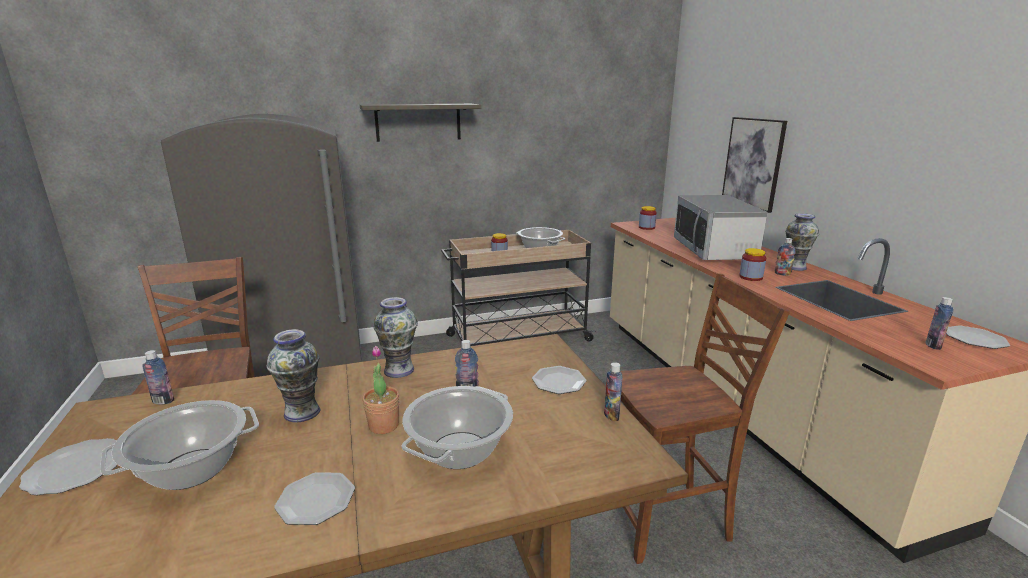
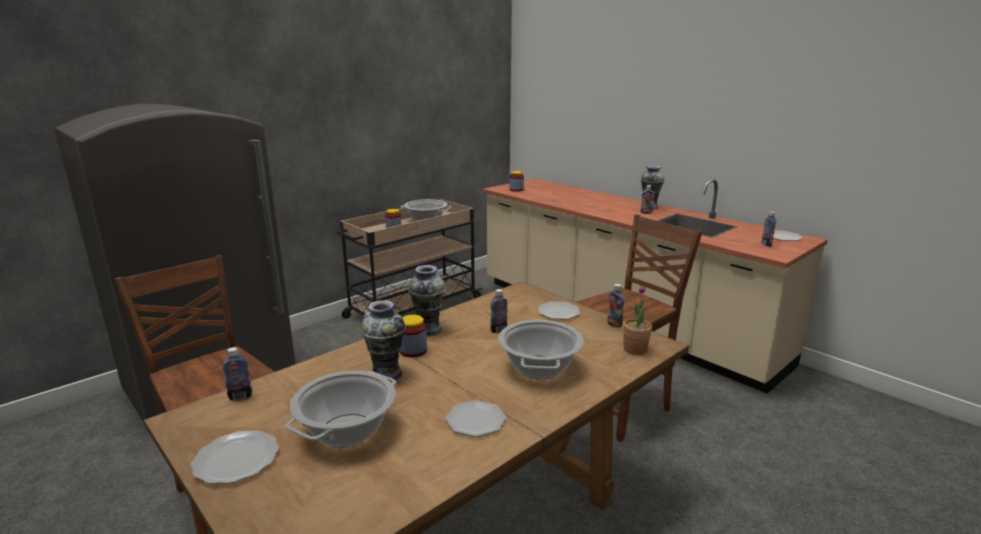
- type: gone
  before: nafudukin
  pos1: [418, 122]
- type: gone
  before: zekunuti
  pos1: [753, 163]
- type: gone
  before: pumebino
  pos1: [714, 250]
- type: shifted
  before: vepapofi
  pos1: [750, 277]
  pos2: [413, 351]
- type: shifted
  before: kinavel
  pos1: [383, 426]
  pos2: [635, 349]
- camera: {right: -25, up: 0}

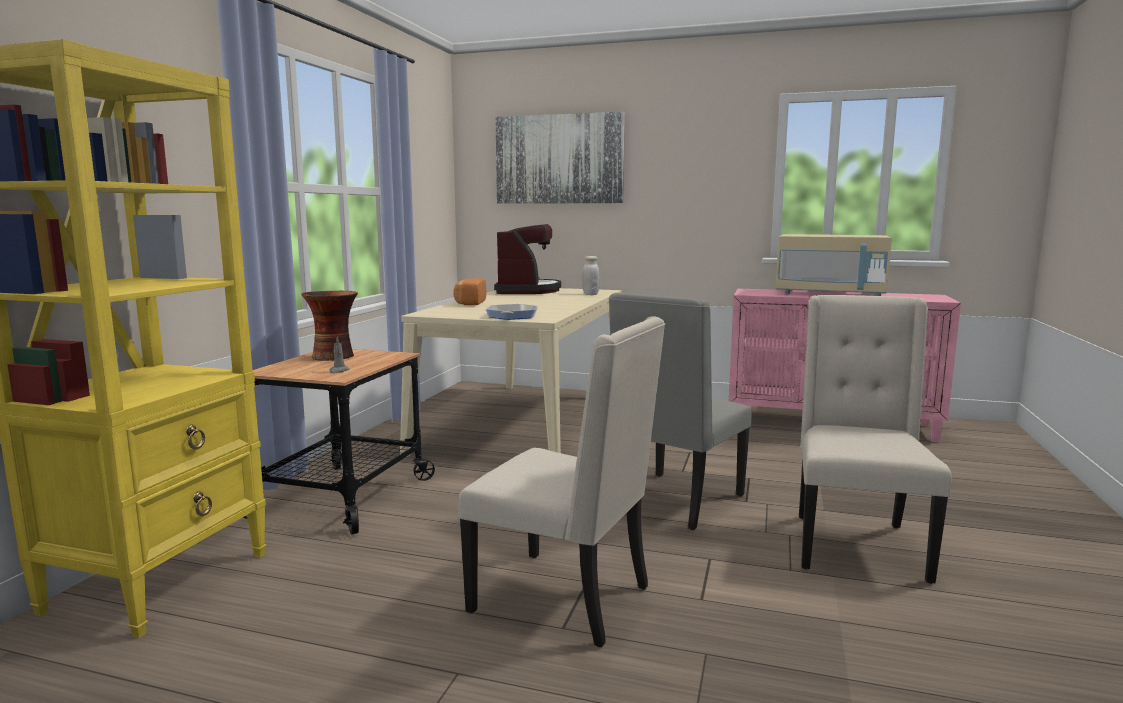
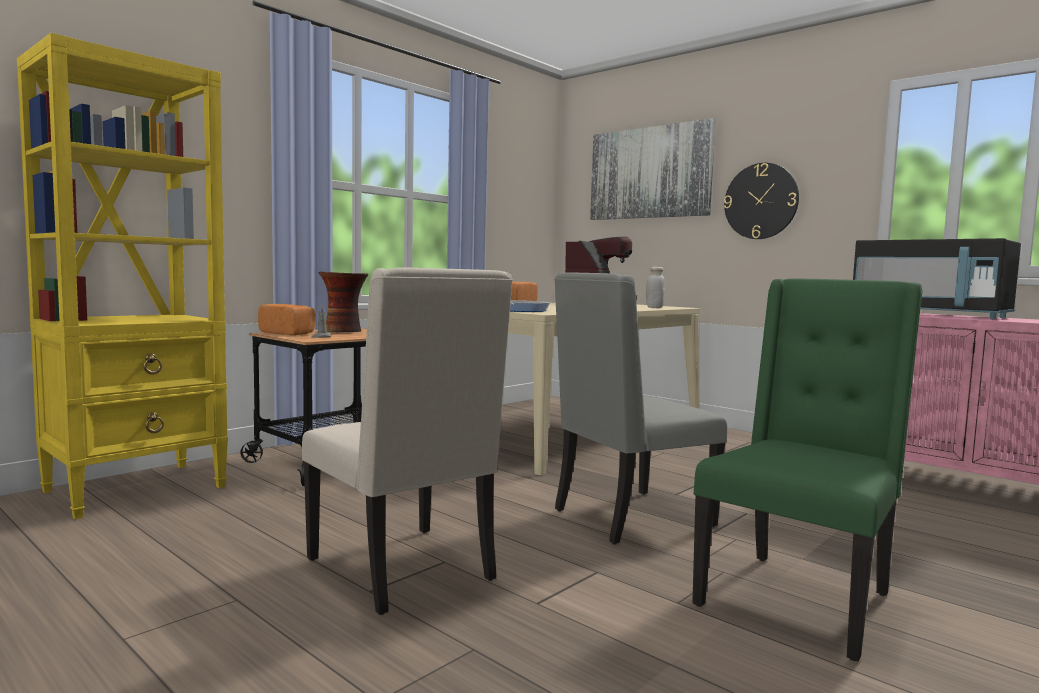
- type: repainted
  before: beige pumebino
  after: black pumebino
  pos1: [830, 294]
  pos2: [929, 315]
- type: repainted
  before: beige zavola
  after: green zavola
  pos1: [855, 545]
  pos2: [797, 599]
- type: new
  after: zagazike
  pos2: [761, 201]
- type: new
  after: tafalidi
  pos2: [289, 333]
- camera: {right: 25, up: -5}

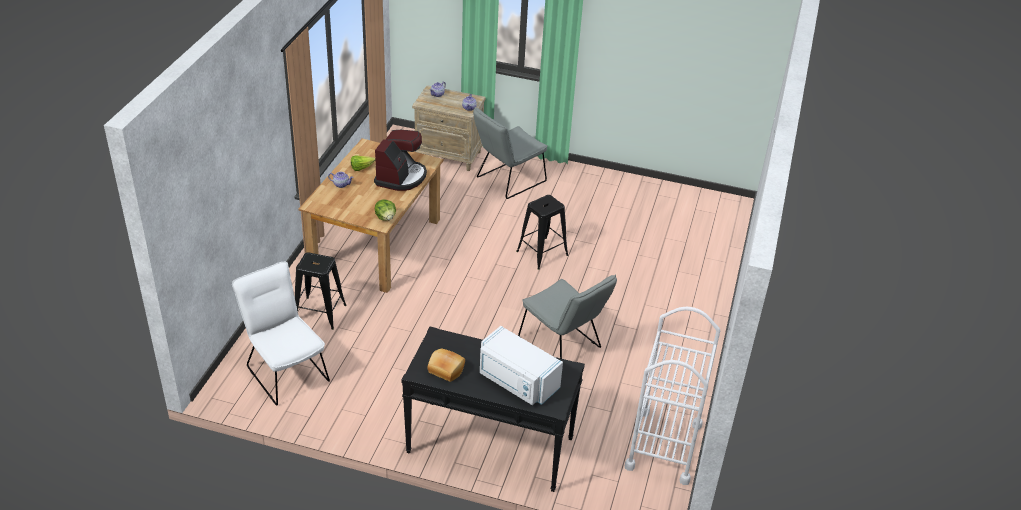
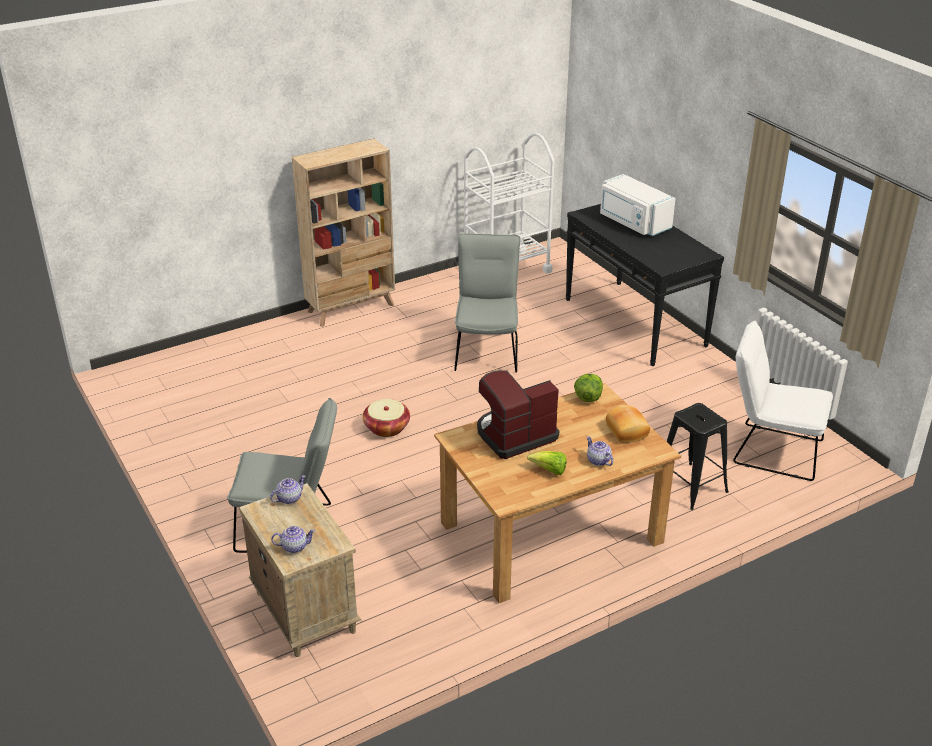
- type: swapped
  before: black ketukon
  after: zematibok
  pos1: [541, 253]
  pos2: [386, 427]
- type: rotated
  before: white zavola
  pos1: [285, 370]
  pos2: [770, 450]
  turn: 105
- type: rotated
  before: white pumebino
  pos1: [517, 381]
  pos2: [633, 222]
  turn: 150
- type: shifted
  before: tafalidi
  pos1: [445, 370]
  pos2: [628, 431]
- type: new
  after: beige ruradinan
  pos2: [351, 308]
- camera: {right: -135, up: -5}

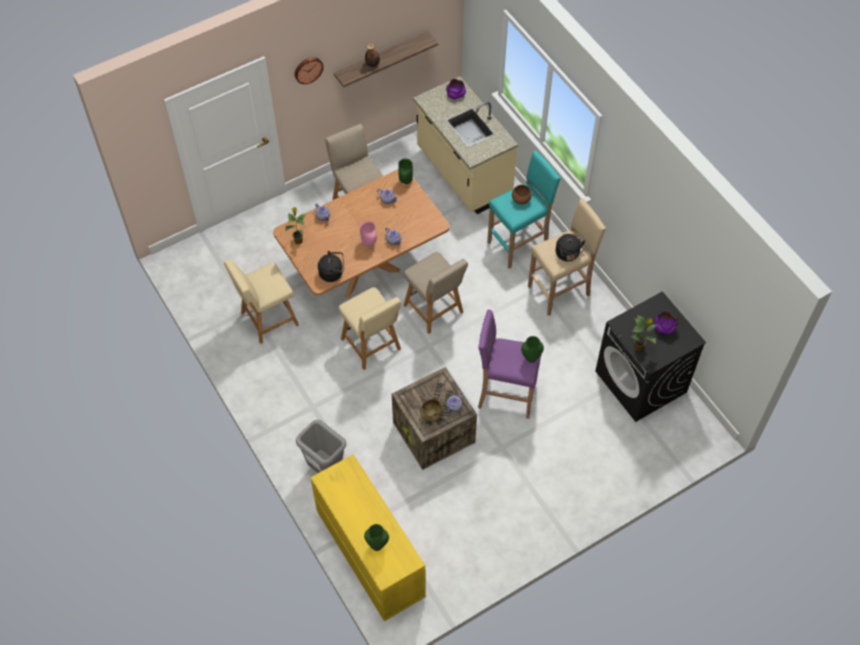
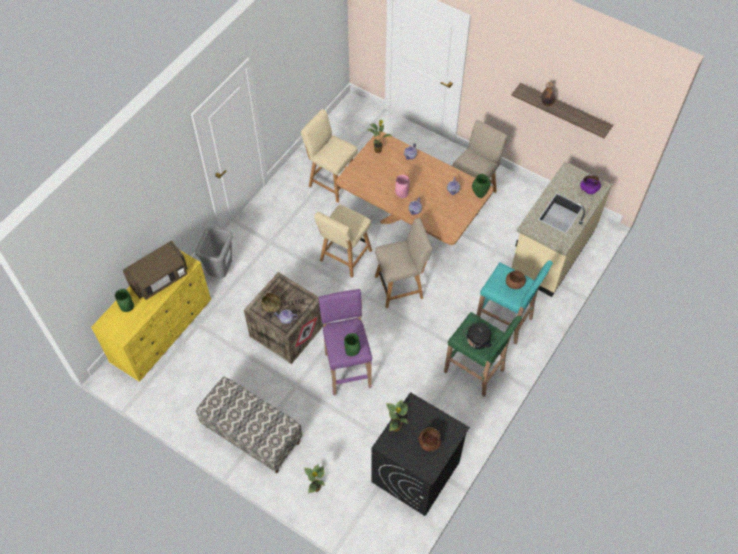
- type: gone
  before: zagazike
  pos1: [308, 69]
- type: repainted
  before: beige ketukon
  after: green ketukon
  pos1: [560, 290]
  pos2: [475, 371]
- type: gone
  before: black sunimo
  pos1: [332, 273]
- type: rotated
  before: beige zavola
  pos1: [435, 310]
  pos2: [401, 286]
  turn: -135
- type: repainted
  before: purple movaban
  after: brown movaban
  pos1: [664, 327]
  pos2: [429, 442]
- type: new
  after: brown pumebino
  pos2: [160, 279]
- type: new
  after: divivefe
  pos2: [252, 434]
- type: new
  after: kinavel
  pos2: [316, 488]
- camera: {right: 65, up: 0}

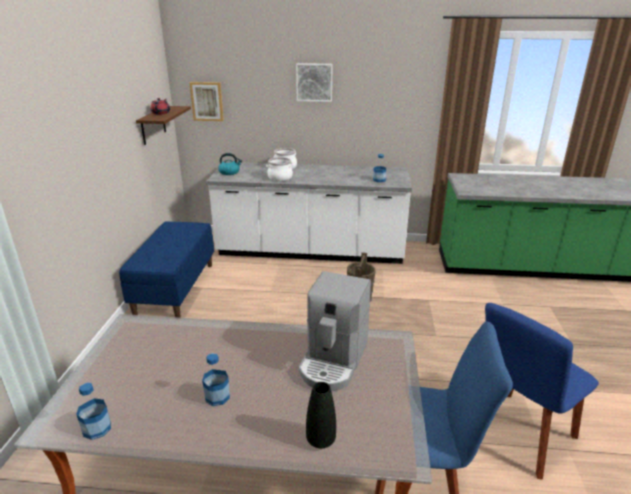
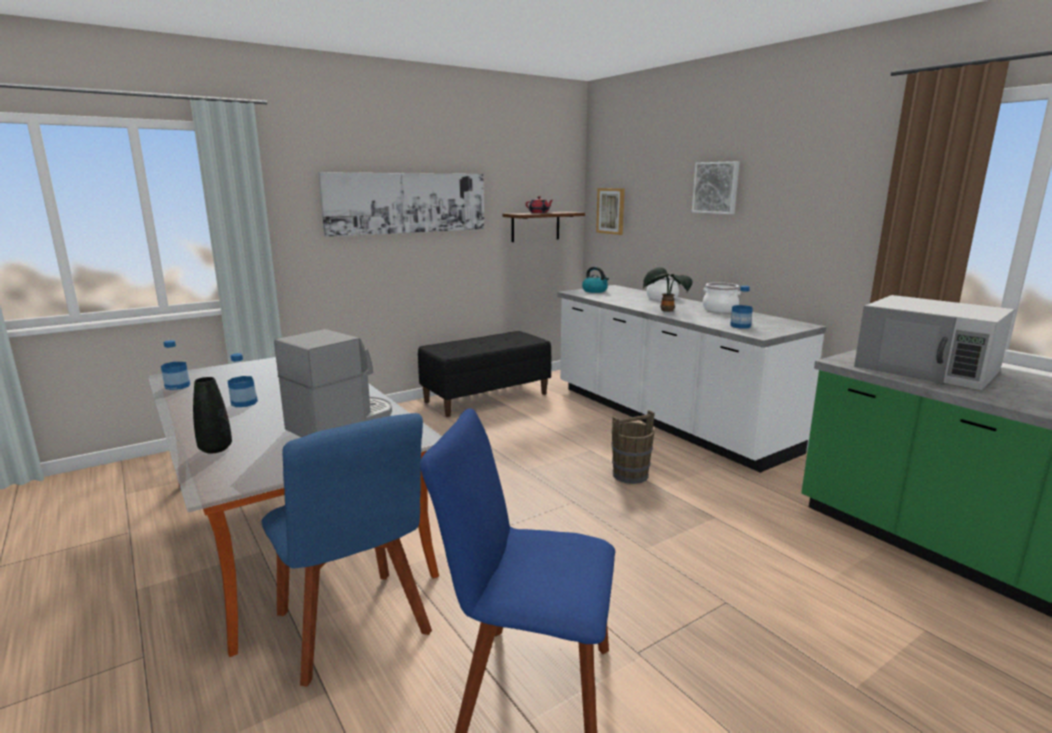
- type: shifted
  before: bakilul
  pos1: [280, 177]
  pos2: [720, 309]
- type: repainted
  before: blue divivefe
  after: black divivefe
  pos1: [175, 288]
  pos2: [486, 397]
- type: rotated
  before: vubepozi
  pos1: [333, 361]
  pos2: [343, 423]
  turn: 150
- type: new
  after: zekunuti
  pos2: [407, 203]
- type: new
  after: kinavel
  pos2: [665, 311]
- type: new
  after: white pumebino
  pos2: [927, 369]
- camera: {right: 50, up: -10}

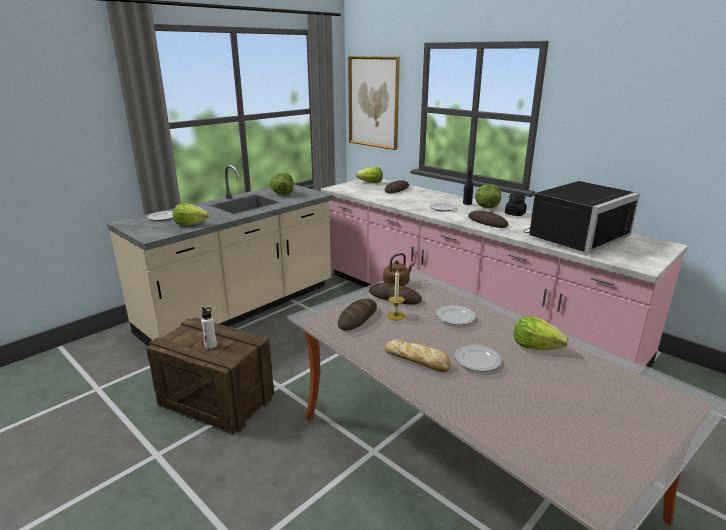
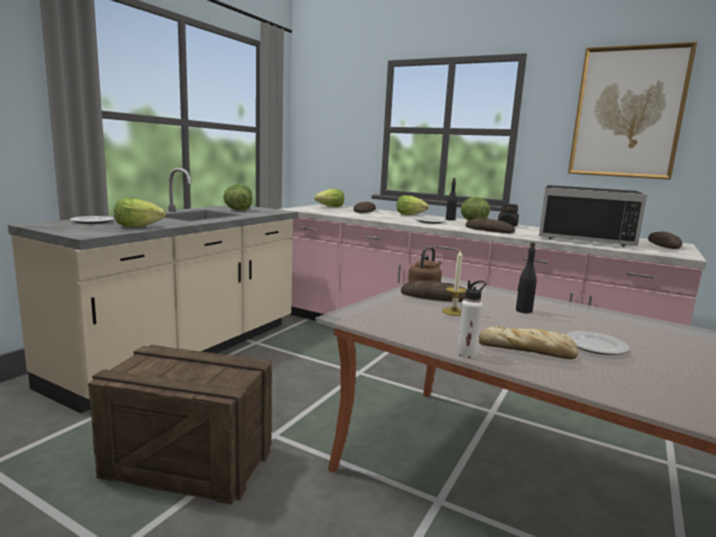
- type: shifted
  before: zekunuti
  pos1: [373, 102]
  pos2: [627, 113]
- type: rotated
  before: black pumebino
  pos1: [573, 236]
  pos2: [585, 238]
  turn: 75
- type: shifted
  before: tafalidi
  pos1: [357, 317]
  pos2: [663, 244]
- type: swapped
  before: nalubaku
  after: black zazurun
  pos1: [455, 317]
  pos2: [523, 311]
- type: shifted
  before: white zazurun
  pos1: [211, 345]
  pos2: [467, 354]
- type: shifted
  before: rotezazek
  pos1: [535, 347]
  pos2: [409, 215]
- camera: {right: -15, up: -10}

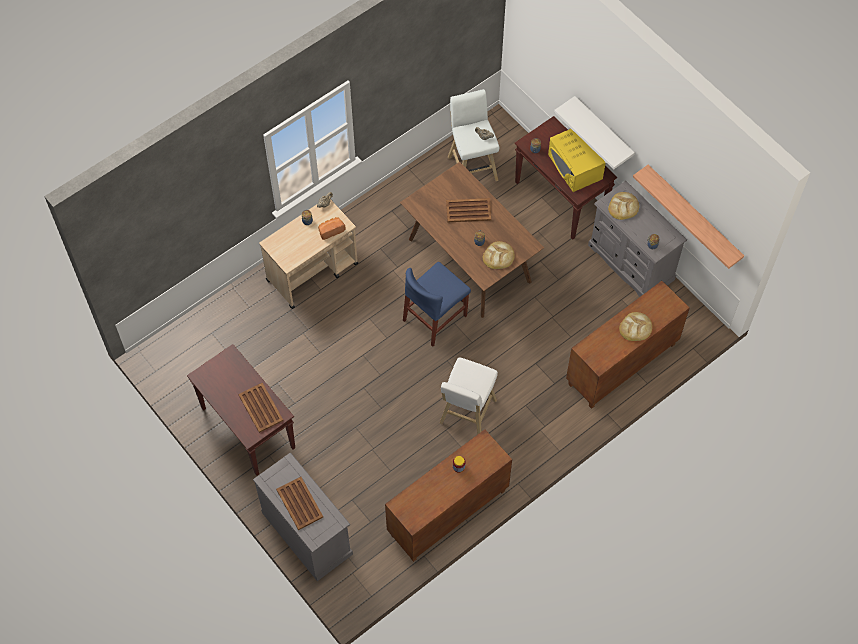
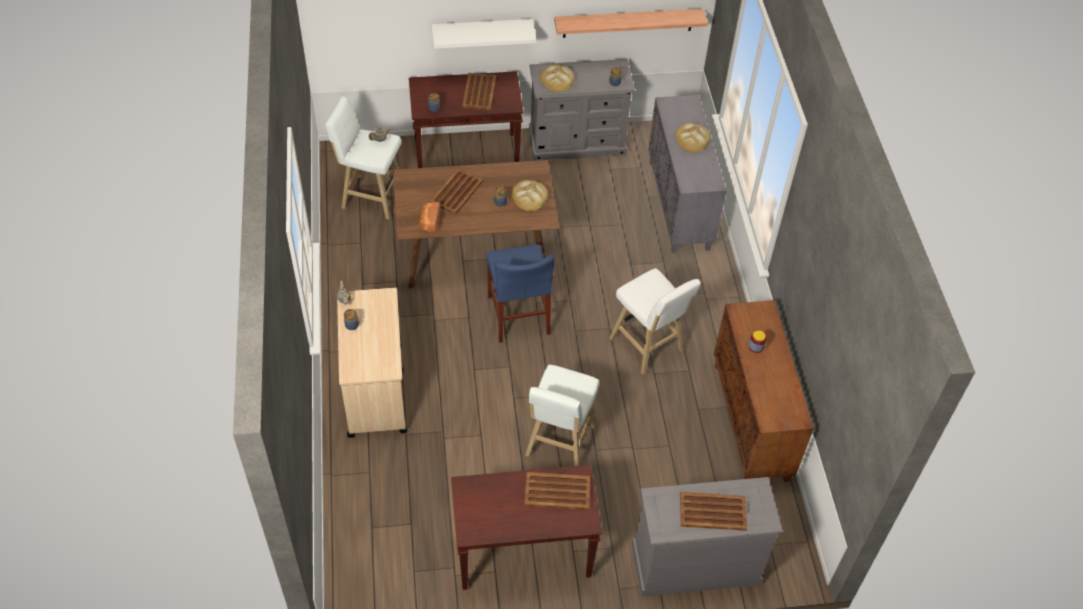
- type: swapped
  before: yellow pumebino
  after: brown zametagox
  pos1: [575, 166]
  pos2: [479, 92]
- type: shifted
  before: tafalidi
  pos1: [331, 230]
  pos2: [429, 222]
- type: repainted
  before: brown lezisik
  after: grey lezisik
  pos1: [621, 365]
  pos2: [679, 205]
- type: new
  after: white ketukon
  pos2: [559, 443]
- camera: {right: -60, up: -10}

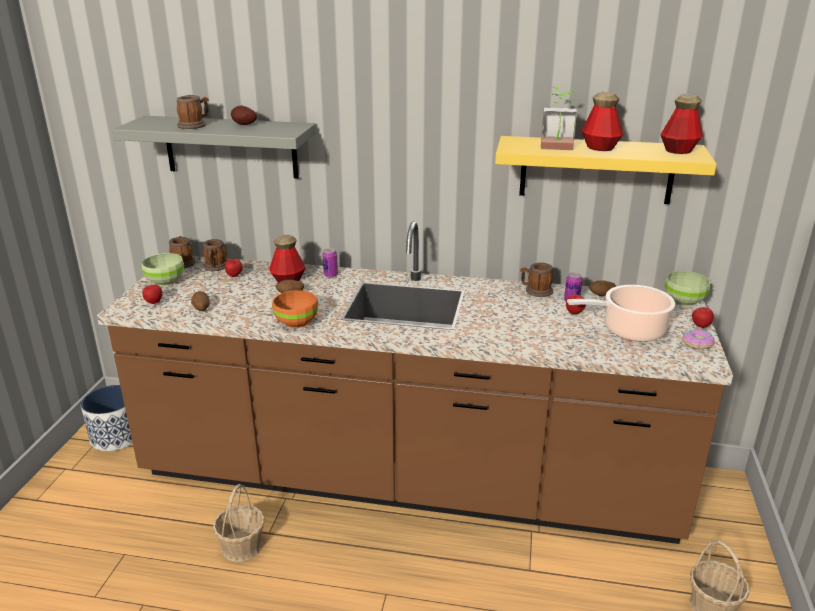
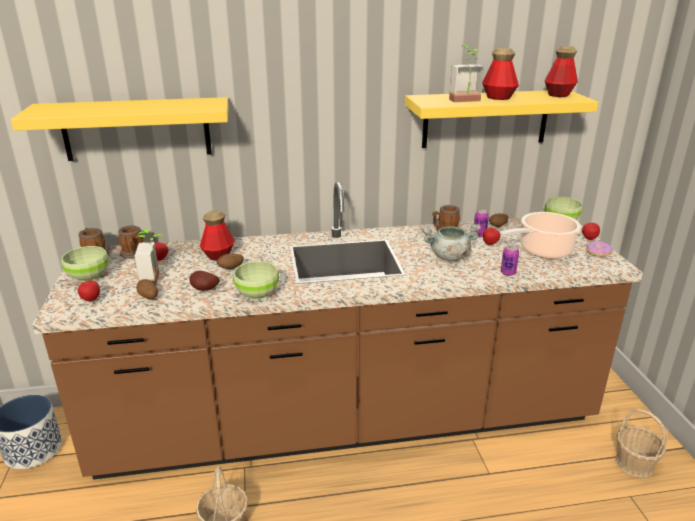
- type: gone
  before: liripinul
  pos1: [195, 125]
- type: shifted
  before: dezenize
  pos1: [243, 125]
  pos2: [204, 290]
- type: repainted
  before: grey nafudukin
  after: yellow nafudukin
  pos1: [231, 147]
  pos2: [136, 129]
- type: shifted
  before: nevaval
  pos1: [330, 275]
  pos2: [508, 273]
- type: repainted
  before: orange movaban
  after: green movaban
  pos1: [295, 323]
  pos2: [256, 294]
- type: new
  after: grey bakilul
  pos2: [449, 257]
- type: new
  after: kinavel
  pos2: [156, 279]
- camera: {right: -20, up: 0}

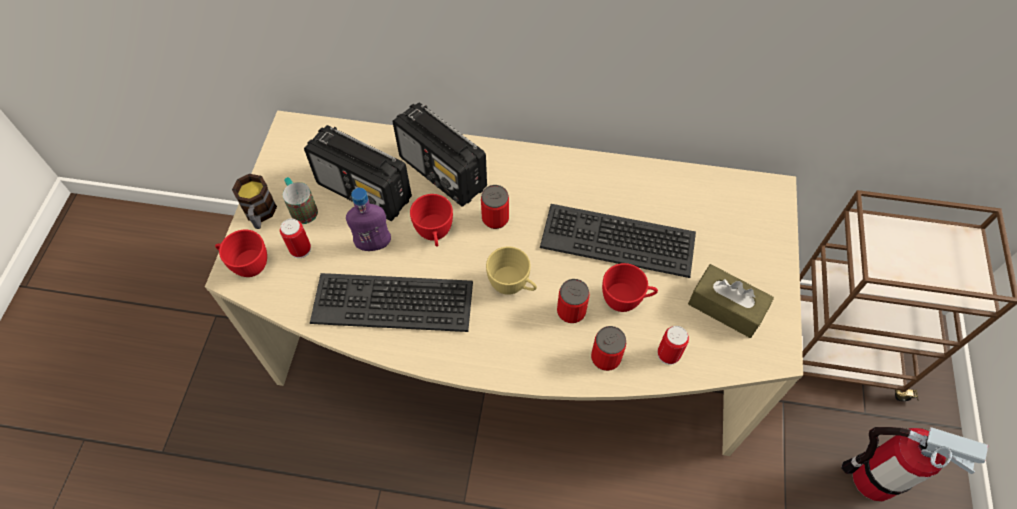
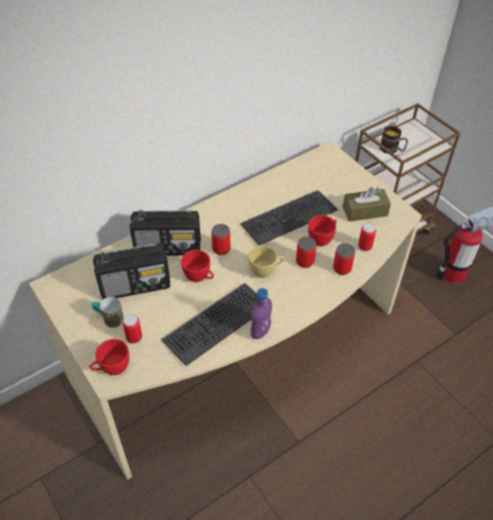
- type: shifted
  before: liripinul
  pos1: [260, 215]
  pos2: [392, 149]
- type: shifted
  before: purple zazurun
  pos1: [373, 244]
  pos2: [260, 331]
- camera: {right: -45, up: -10}

